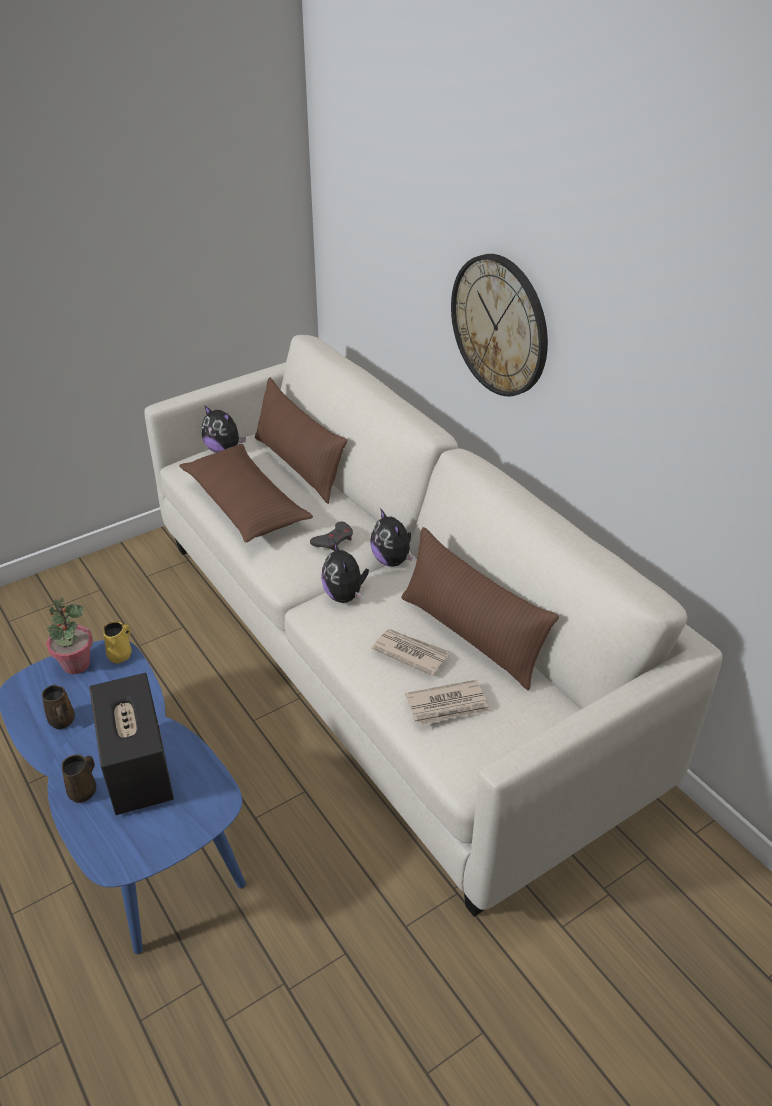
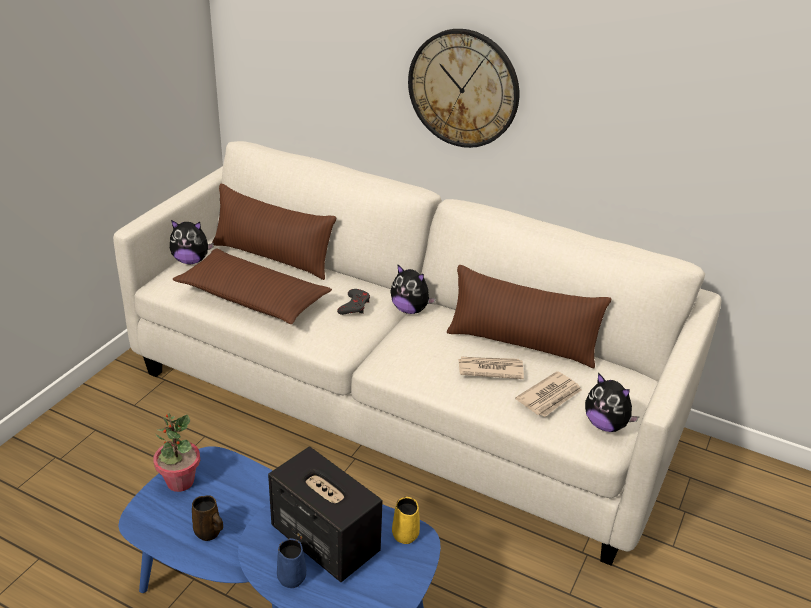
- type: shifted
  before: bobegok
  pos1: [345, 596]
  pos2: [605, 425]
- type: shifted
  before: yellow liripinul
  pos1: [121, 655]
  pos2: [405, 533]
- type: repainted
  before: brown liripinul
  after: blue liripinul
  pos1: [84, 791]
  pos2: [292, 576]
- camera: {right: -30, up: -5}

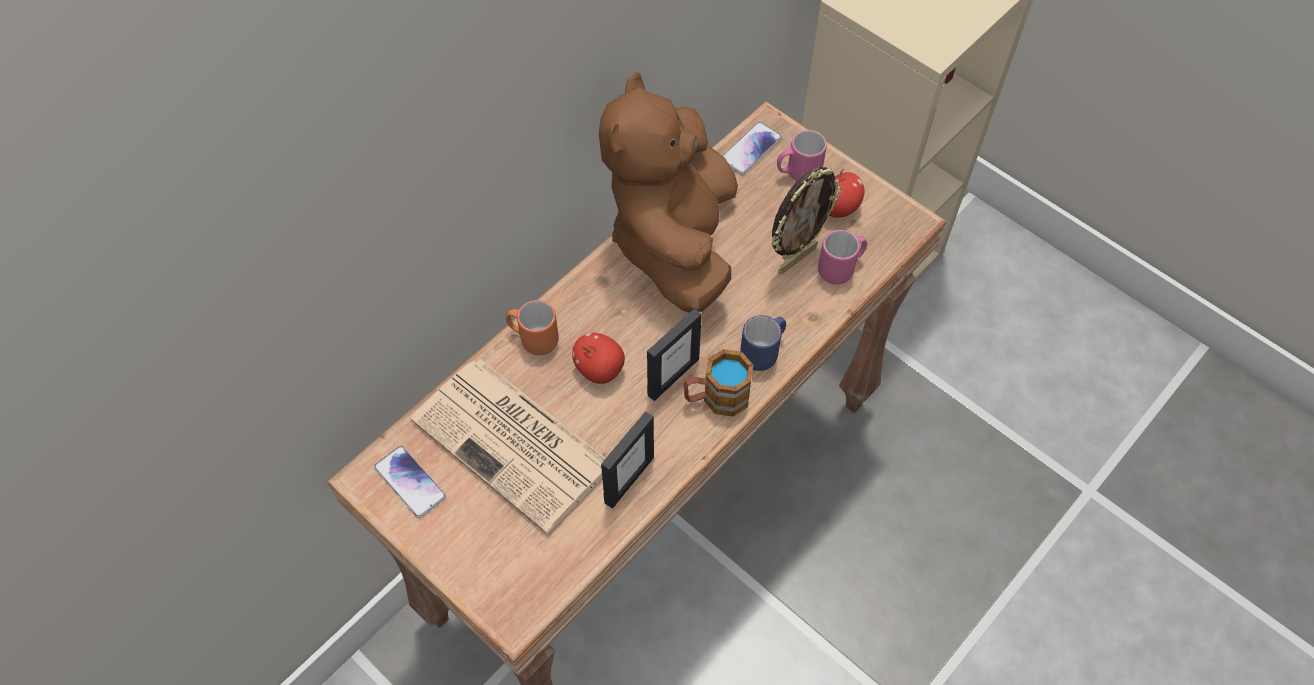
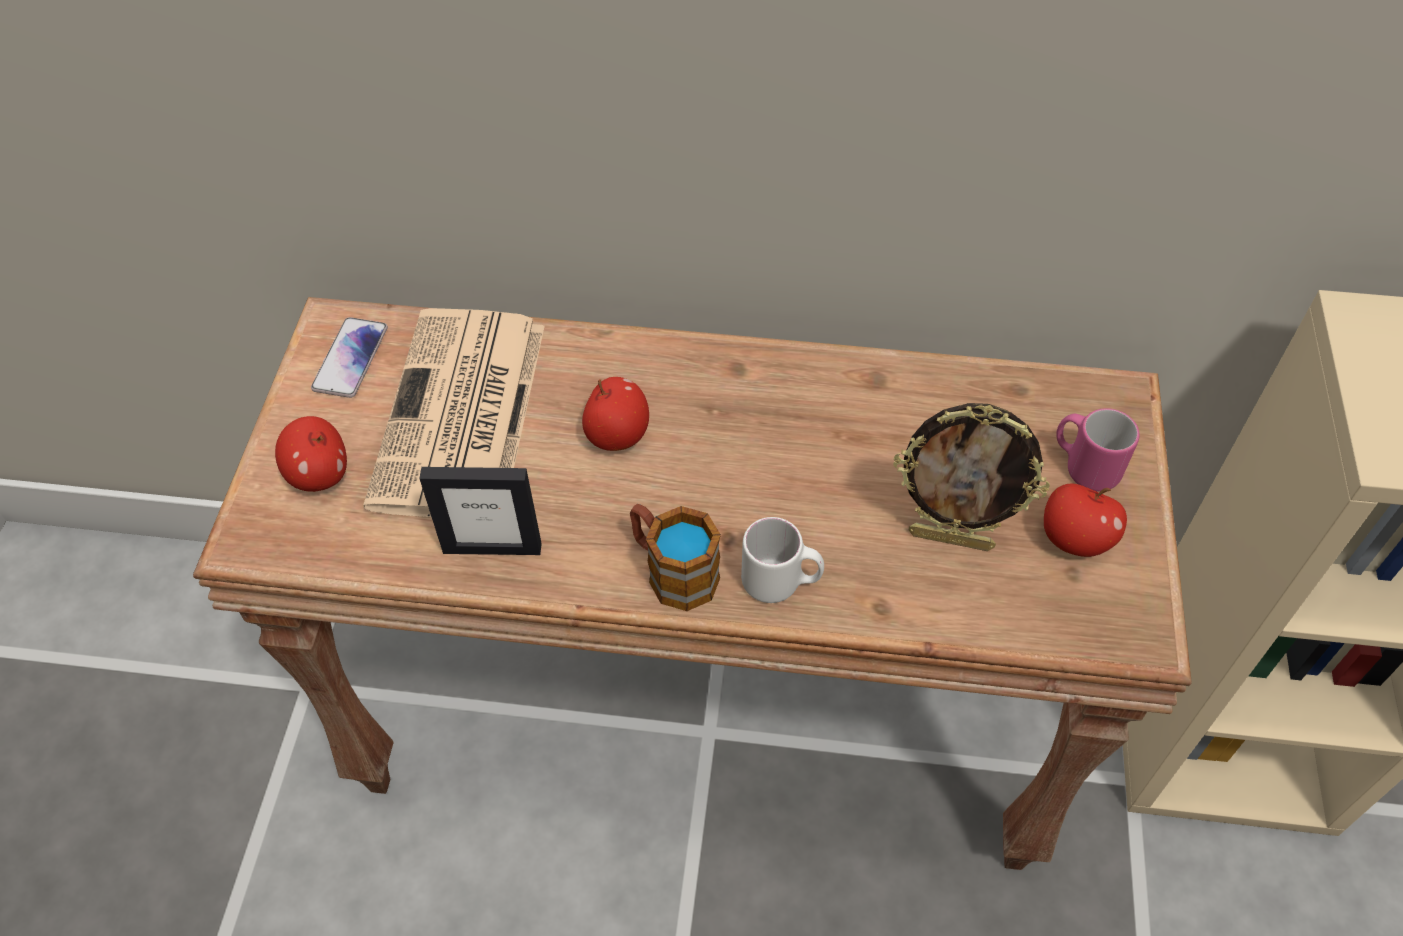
- type: gone
  before: brown bobegok
  pos1: [674, 242]
- type: gone
  before: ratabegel
  pos1: [750, 149]
- type: gone
  before: pink liripinul
  pos1: [841, 268]
- type: gone
  before: orange liripinul
  pos1: [533, 339]
- type: gone
  before: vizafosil
  pos1: [672, 377]
- type: repainted
  before: blue liripinul
  after: white liripinul
  pos1: [763, 351]
  pos2: [781, 582]
- type: new
  after: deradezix
  pos2: [320, 475]
- camera: {right: 55, up: -5}

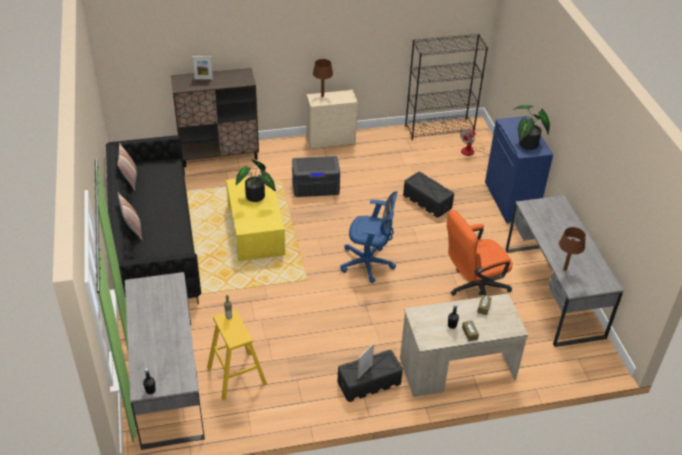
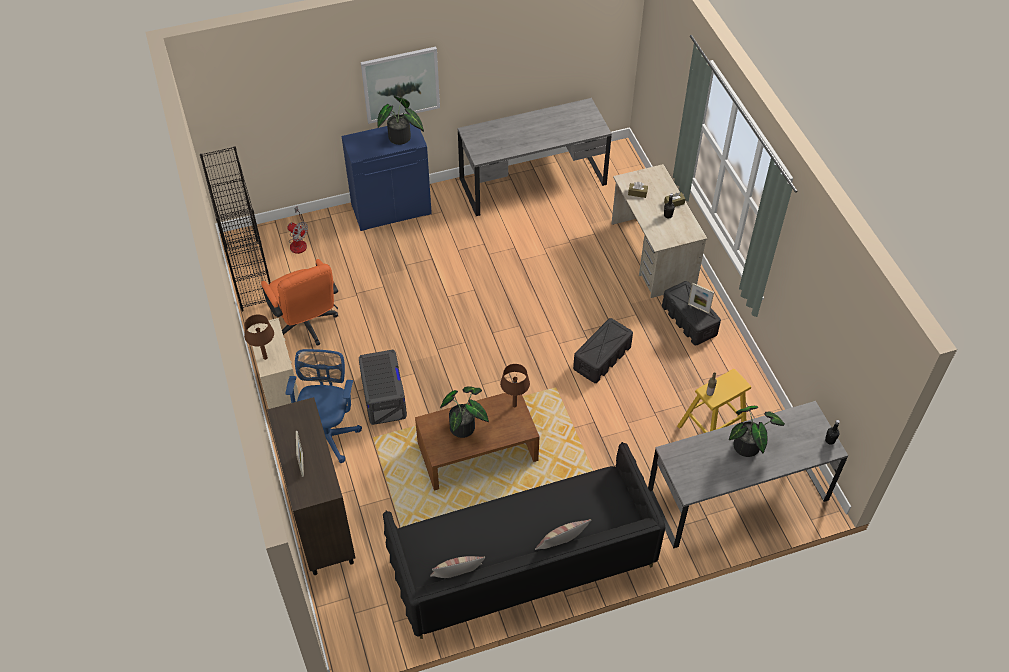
- type: shifted
  before: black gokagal
  pos1: [427, 201]
  pos2: [601, 358]
- type: repainted
  before: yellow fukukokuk
  after: brown fukukokuk
  pos1: [255, 230]
  pos2: [477, 452]
- type: shifted
  before: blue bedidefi
  pos1: [369, 264]
  pos2: [328, 435]
- type: shifted
  before: orange bedidefi
  pos1: [473, 288]
  pos2: [306, 326]
- type: shifted
  before: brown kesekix
  pos1: [564, 269]
  pos2: [514, 405]
- type: new
  after: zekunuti
  pos2: [401, 84]
- type: new
  after: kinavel
  pos2: [750, 447]
- camera: {right: -95, up: 10}

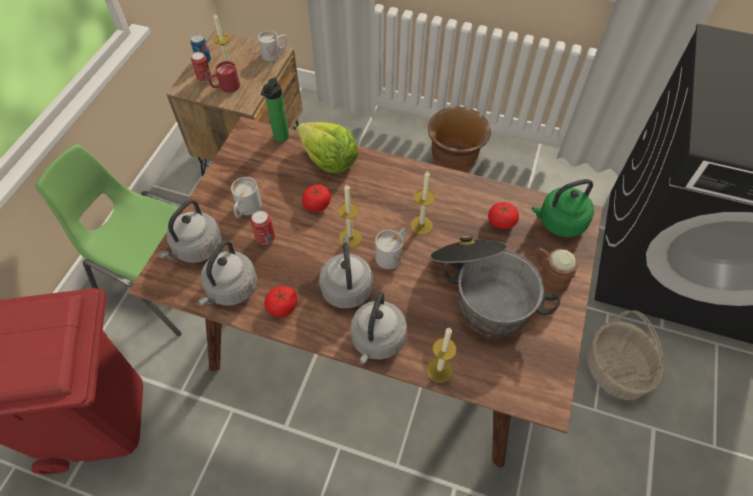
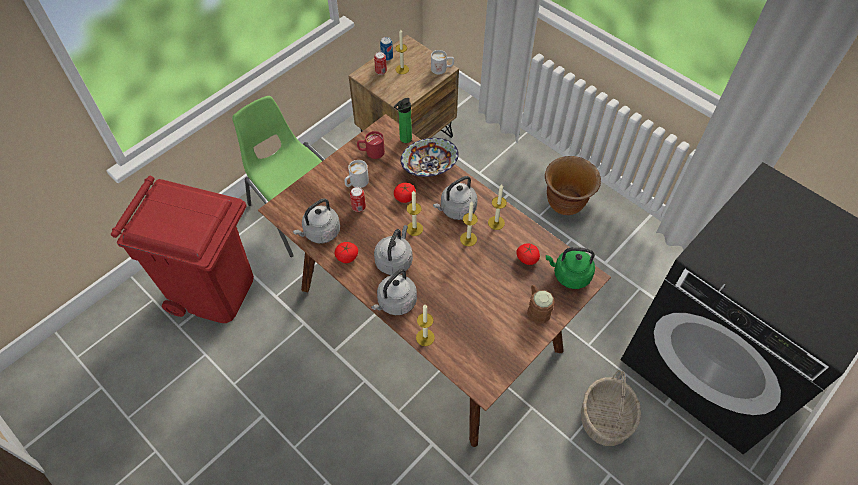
- type: shifted
  before: red liripinul
  pos1: [226, 87]
  pos2: [371, 152]
- type: swapped
  before: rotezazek
  after: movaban
  pos1: [328, 159]
  pos2: [429, 167]
- type: shifted
  before: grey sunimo
  pos1: [196, 249]
  pos2: [456, 209]
- type: gone
  before: white liripinul
  pos1: [392, 254]
- type: gone
  before: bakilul
  pos1: [483, 290]
- type: new
  after: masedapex
  pos2: [496, 223]
- camera: {right: 25, up: 0}

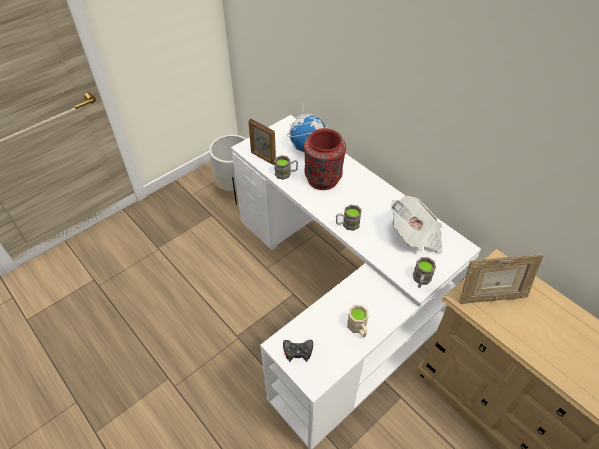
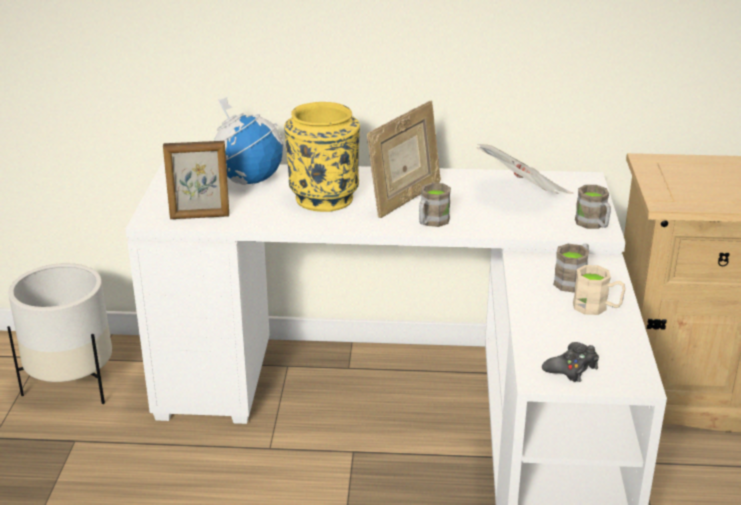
- type: repainted
  before: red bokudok
  after: yellow bokudok
  pos1: [323, 178]
  pos2: [323, 198]
- type: shifted
  before: brown liripinul
  pos1: [286, 173]
  pos2: [573, 280]
- type: shifted
  before: vizafosil
  pos1: [490, 297]
  pos2: [405, 200]
- camera: {right: -45, up: -20}

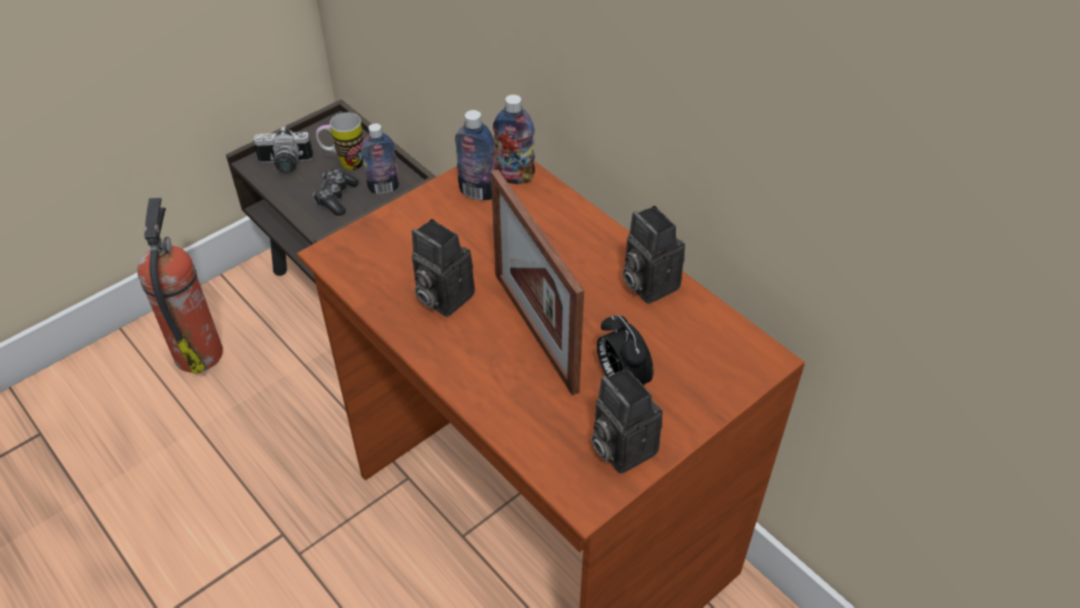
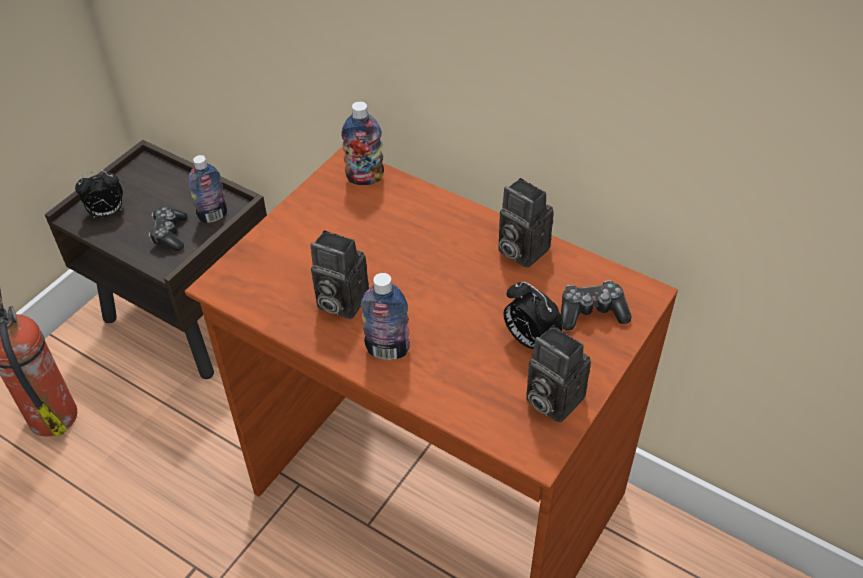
- type: shifted
  before: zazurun
  pos1: [477, 192]
  pos2: [387, 350]
- type: gone
  before: liripinul
  pos1: [344, 164]
- type: swapped
  before: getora
  after: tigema
  pos1: [285, 165]
  pos2: [107, 213]
- type: gone
  before: vizafosil
  pos1: [535, 331]
- type: new
  after: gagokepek
  pos2: [591, 312]
- camera: {right: -15, up: 0}

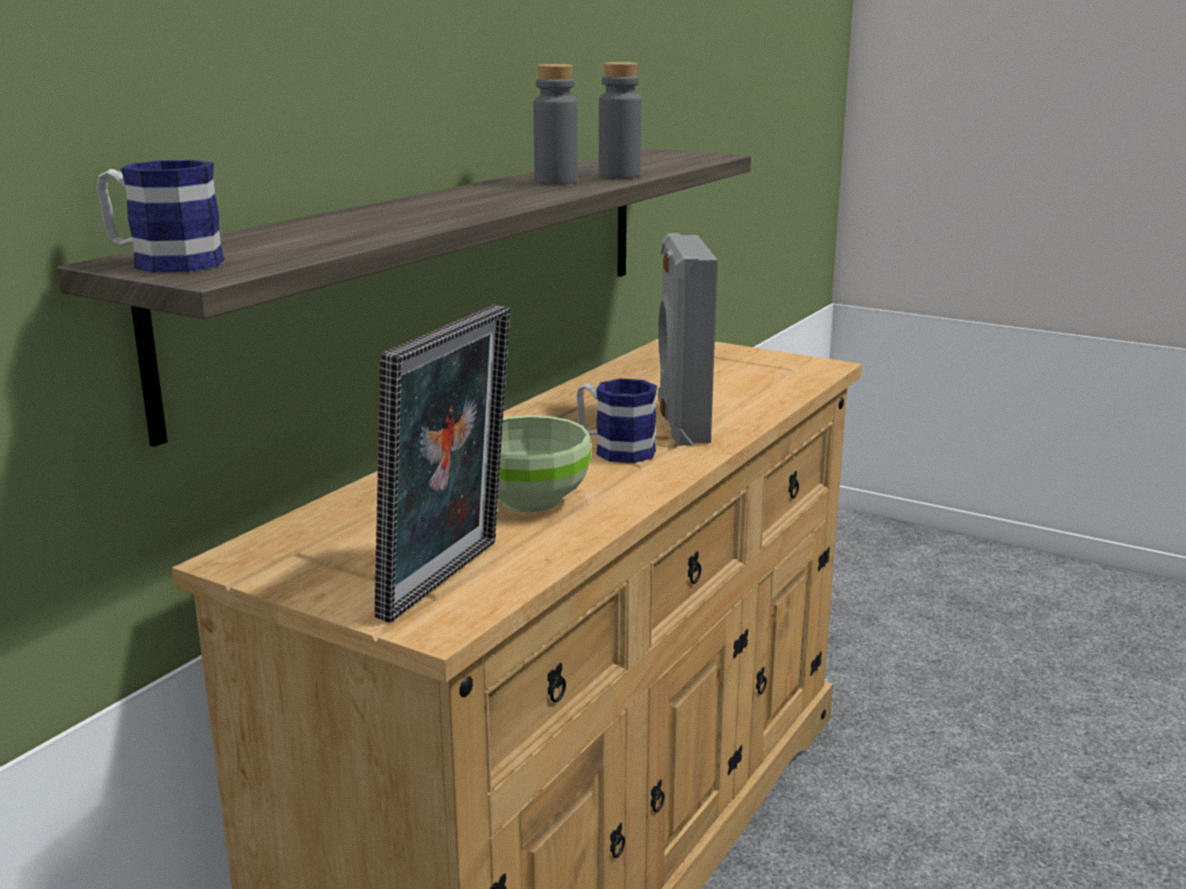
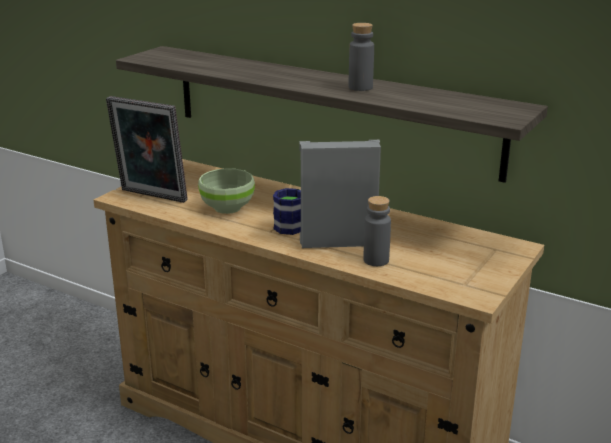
- type: shifted
  before: grey zazurun
  pos1: [619, 175]
  pos2: [376, 260]
- type: gone
  before: liripinul
  pos1: [163, 262]
- camera: {right: 90, up: 5}

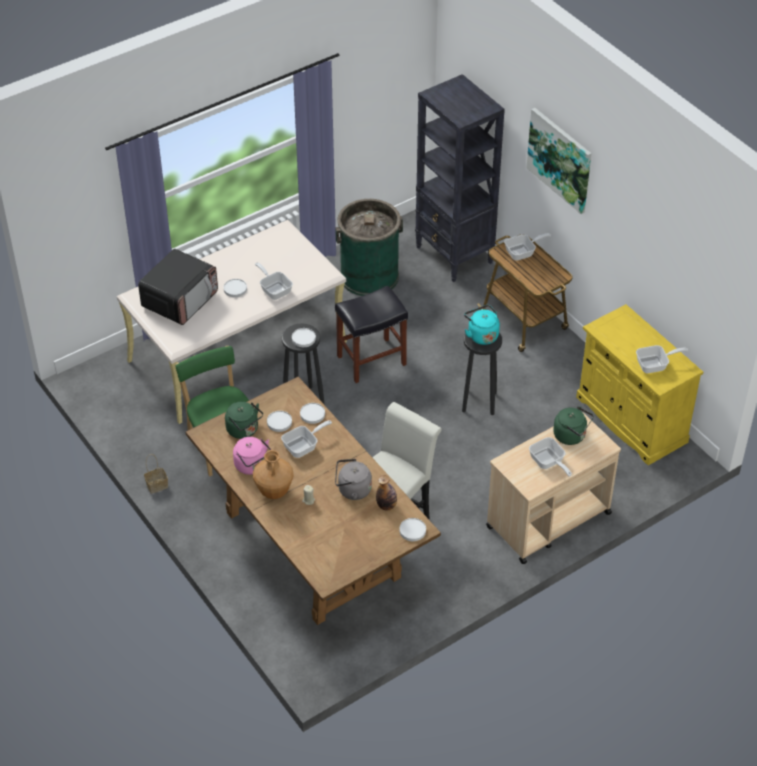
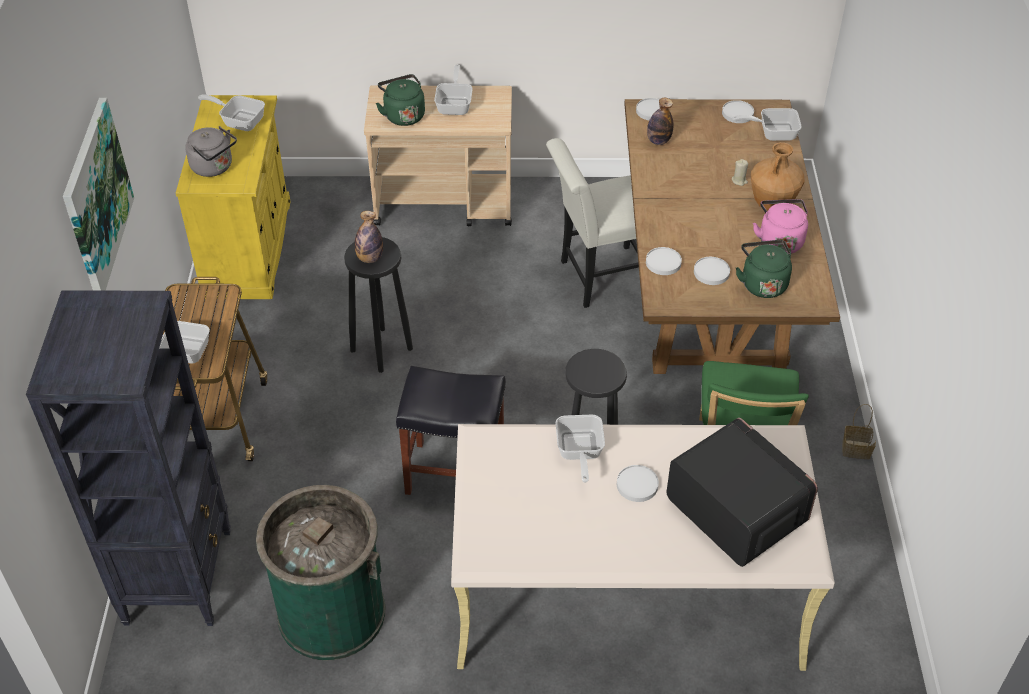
- type: rotated
  before: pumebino
  pos1: [180, 300]
  pos2: [735, 511]
  turn: 75
- type: swapped
  before: turquoise sunimo
  after: zazurun
  pos1: [481, 335]
  pos2: [370, 258]
- type: shifted
  before: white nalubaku
  pos1: [304, 338]
  pos2: [737, 113]
- type: shifted
  before: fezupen
  pos1: [304, 446]
  pos2: [772, 133]
- type: shifted
  before: grey sunimo
  pos1: [352, 490]
  pos2: [214, 167]
- camera: {right: -145, up: 0}

